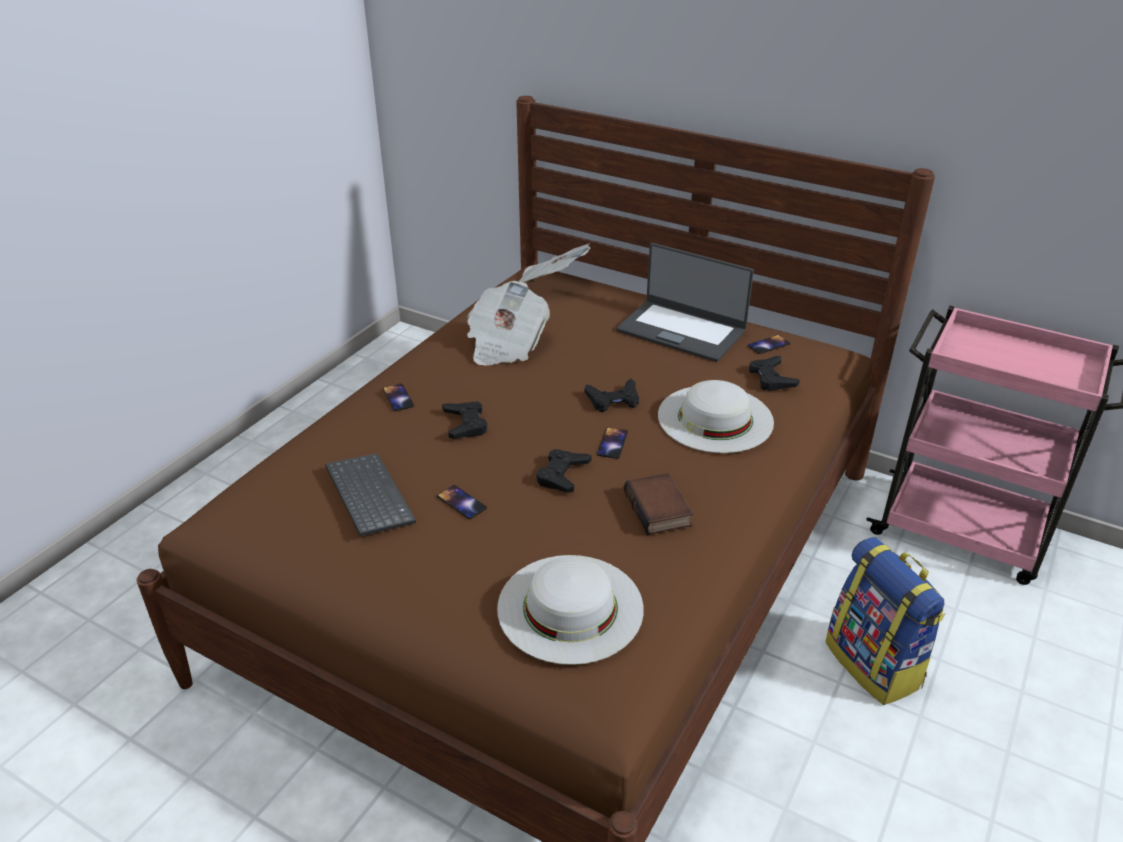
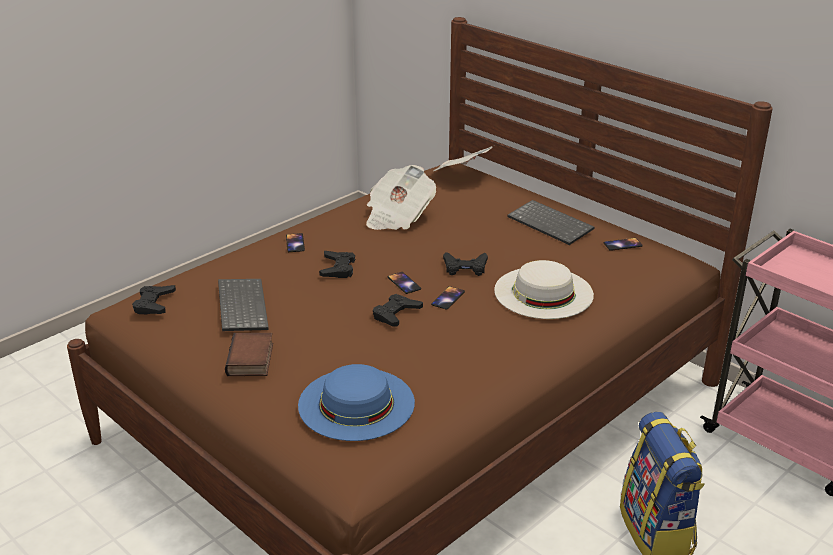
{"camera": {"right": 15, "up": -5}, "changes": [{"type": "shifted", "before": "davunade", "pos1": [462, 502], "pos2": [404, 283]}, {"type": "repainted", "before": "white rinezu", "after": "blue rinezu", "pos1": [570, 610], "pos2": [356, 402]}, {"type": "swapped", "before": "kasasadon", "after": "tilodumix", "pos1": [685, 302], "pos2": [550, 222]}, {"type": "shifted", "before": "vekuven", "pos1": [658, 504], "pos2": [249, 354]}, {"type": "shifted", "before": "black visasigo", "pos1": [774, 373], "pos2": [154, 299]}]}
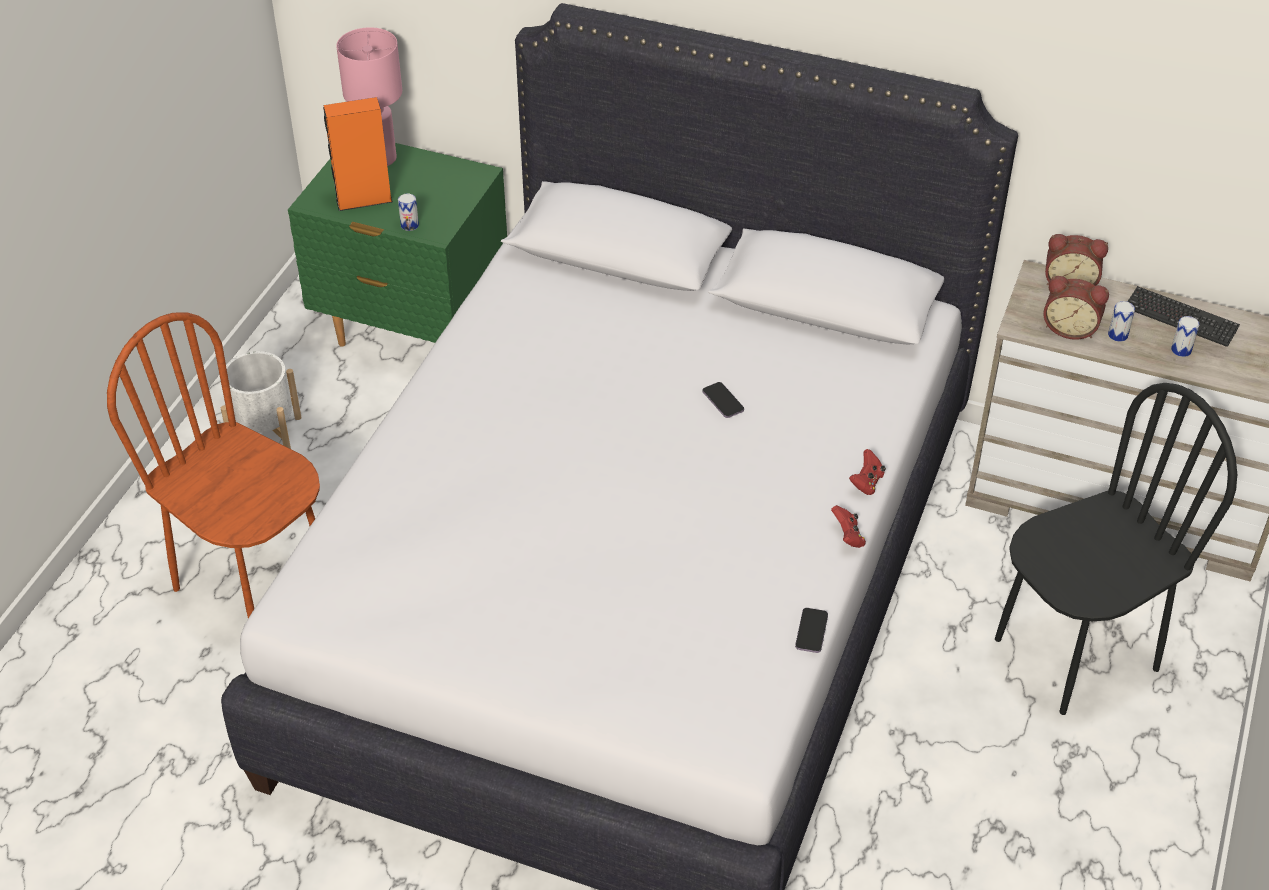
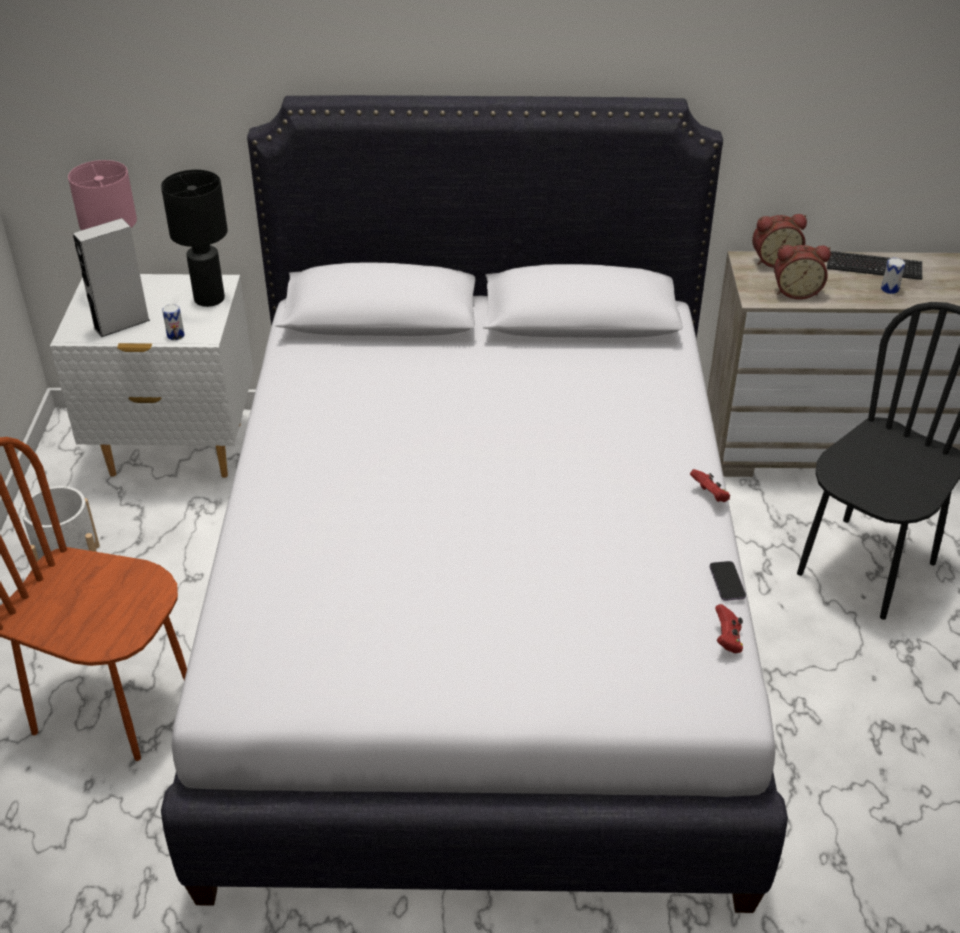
{"camera": {"right": -20, "up": -5}, "changes": [{"type": "repainted", "before": "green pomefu", "after": "white pomefu", "pos1": [397, 244], "pos2": [151, 376]}, {"type": "repainted", "before": "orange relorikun", "after": "grey relorikun", "pos1": [358, 154], "pos2": [111, 277]}, {"type": "gone", "before": "davunade", "pos1": [723, 400]}, {"type": "shifted", "before": "red visasigo", "pos1": [867, 472], "pos2": [729, 628]}, {"type": "gone", "before": "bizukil", "pos1": [1121, 321]}, {"type": "new", "after": "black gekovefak", "pos2": [194, 238]}]}
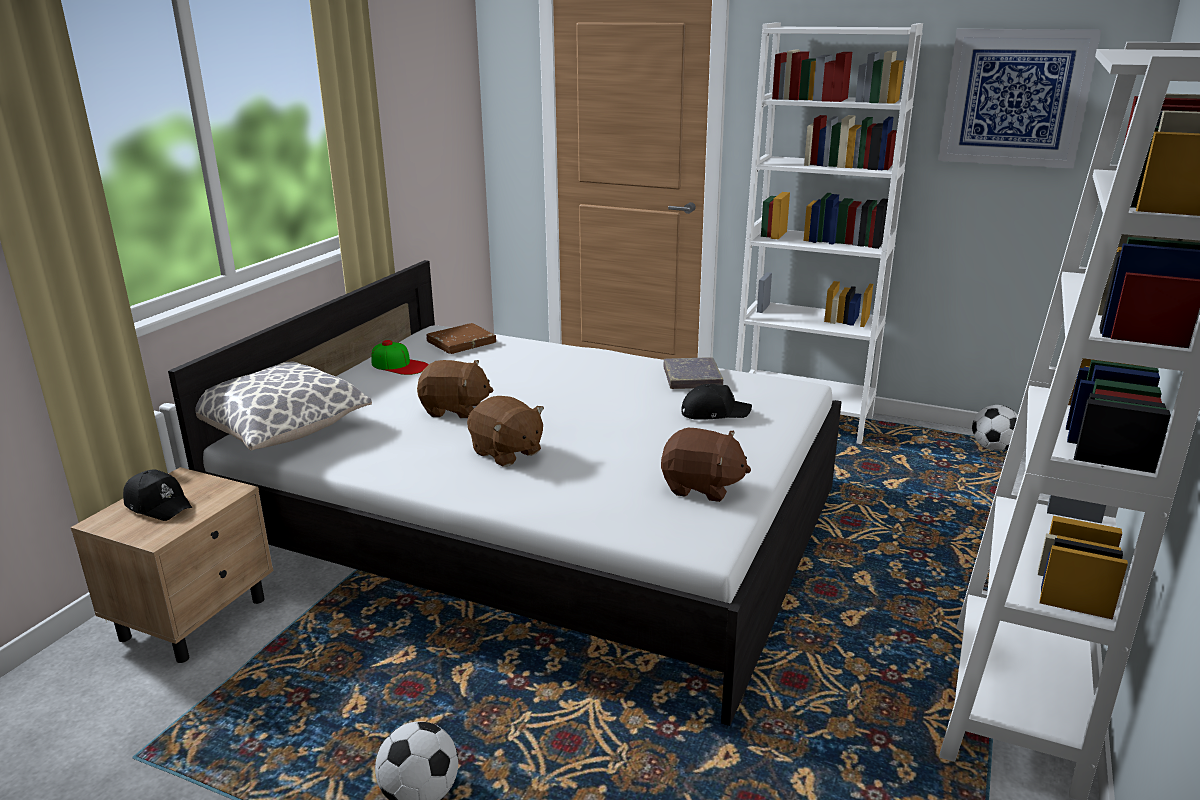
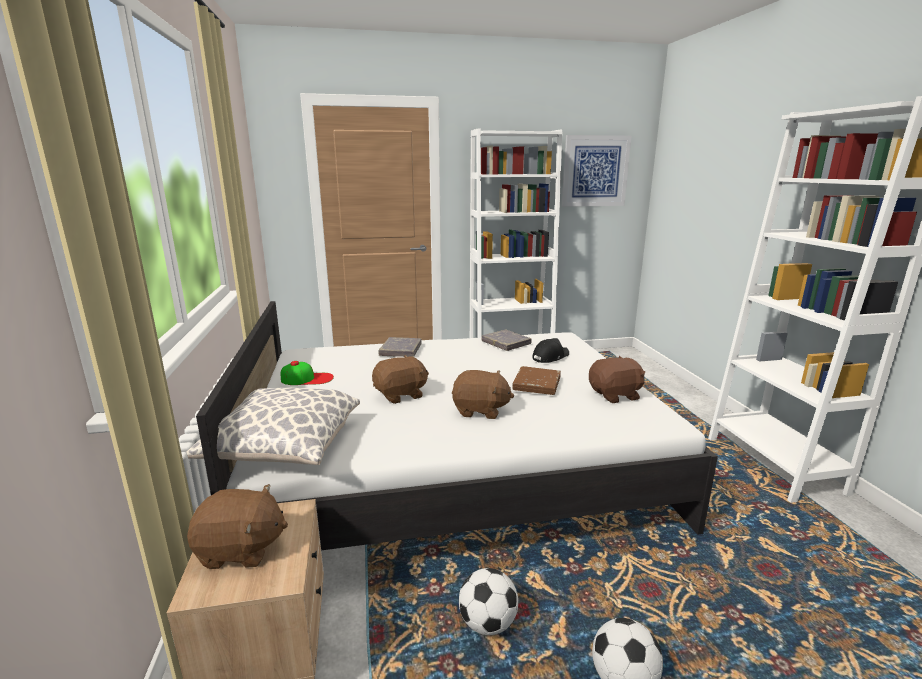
{"camera": {"right": -35, "up": -5}, "changes": [{"type": "swapped", "before": "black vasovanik", "after": "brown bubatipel", "pos1": [157, 495], "pos2": [237, 526]}, {"type": "shifted", "before": "brown vekuven", "pos1": [461, 338], "pos2": [536, 380]}, {"type": "shifted", "before": "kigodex", "pos1": [995, 428], "pos2": [488, 601]}, {"type": "new", "after": "grey vekuven", "pos2": [400, 347]}]}
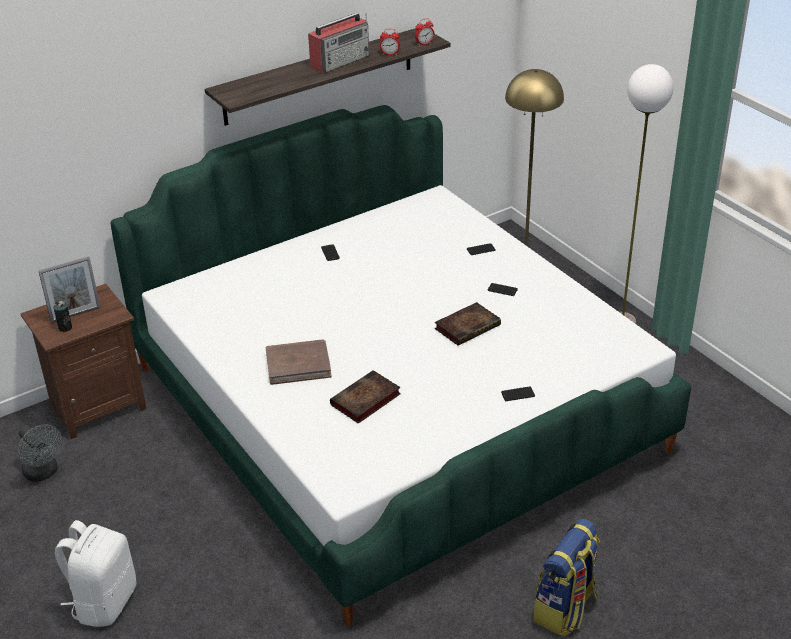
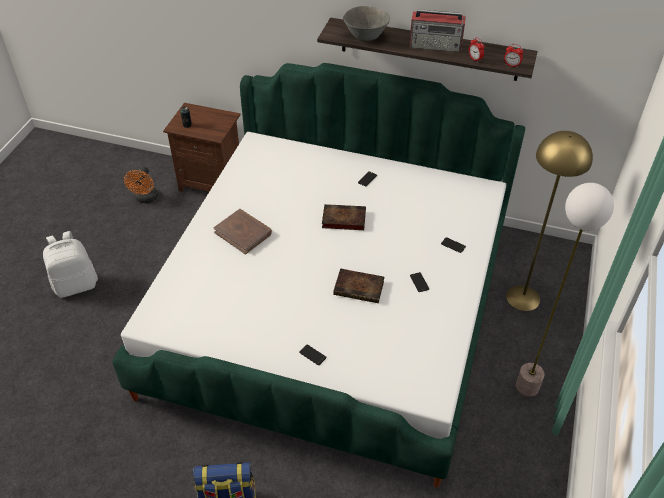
{"camera": {"right": 50, "up": 10}, "changes": [{"type": "repainted", "before": "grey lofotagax", "after": "orange lofotagax", "pos1": [40, 453], "pos2": [141, 184]}, {"type": "gone", "before": "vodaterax", "pos1": [69, 289]}, {"type": "shifted", "before": "vekuven", "pos1": [365, 397], "pos2": [344, 217]}, {"type": "new", "after": "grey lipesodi", "pos2": [366, 23]}]}
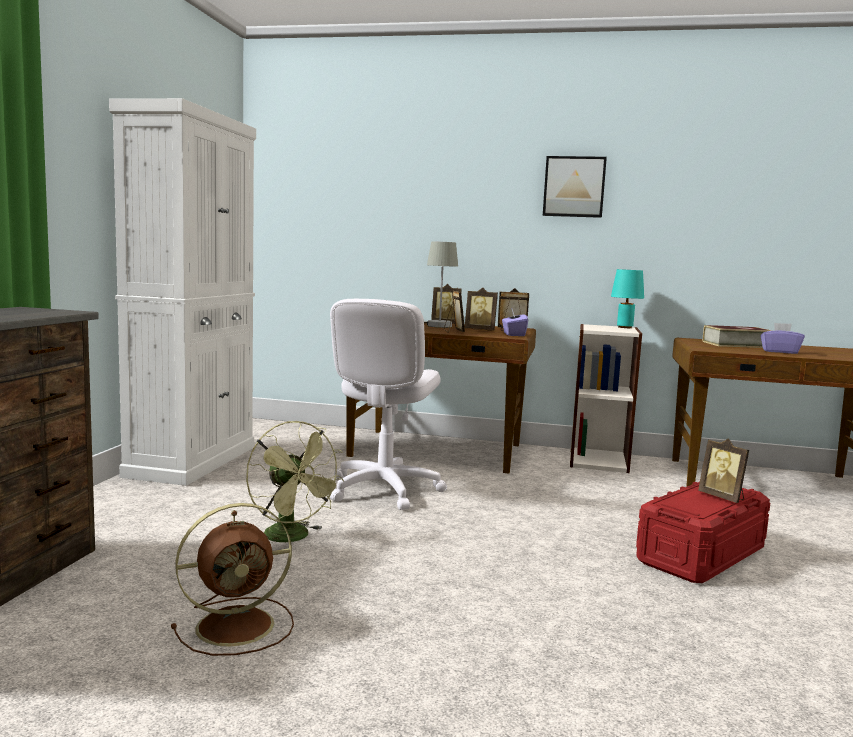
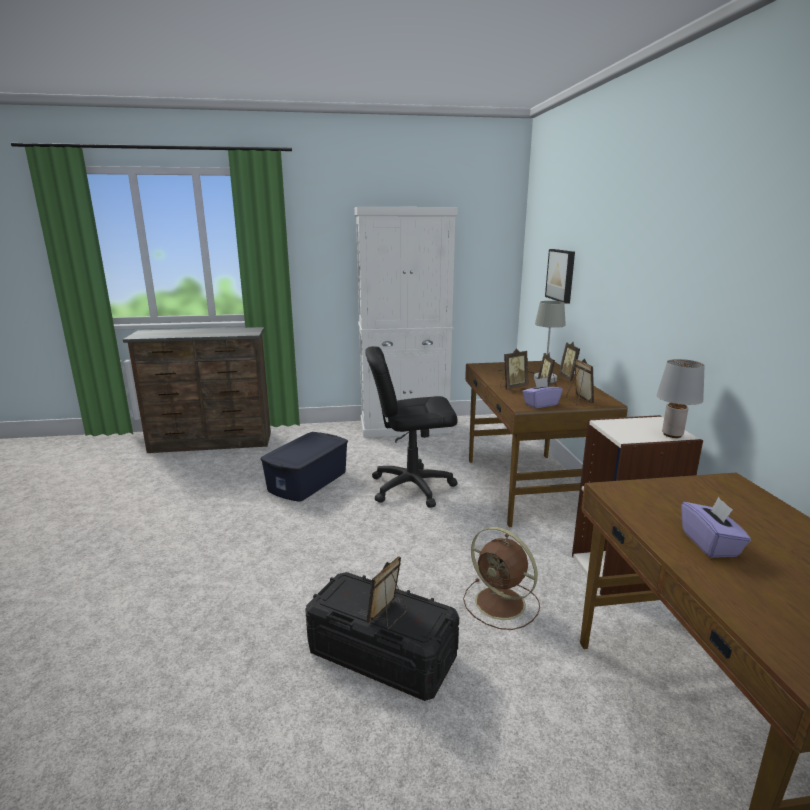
{"camera": {"right": 70, "up": 10}, "changes": [{"type": "shifted", "before": "brown lofotagax", "pos1": [232, 579], "pos2": [501, 578]}, {"type": "swapped", "before": "green lofotagax", "after": "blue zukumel", "pos1": [295, 482], "pos2": [304, 467]}, {"type": "repainted", "before": "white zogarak", "after": "black zogarak", "pos1": [388, 404], "pos2": [411, 427]}, {"type": "shifted", "before": "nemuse", "pos1": [575, 187], "pos2": [560, 276]}, {"type": "repainted", "before": "turquoise gekovefak", "after": "grey gekovefak", "pos1": [627, 298], "pos2": [680, 398]}, {"type": "repainted", "before": "red zukumel", "after": "black zukumel", "pos1": [703, 532], "pos2": [382, 636]}, {"type": "gone", "before": "vekuven", "pos1": [737, 336]}]}
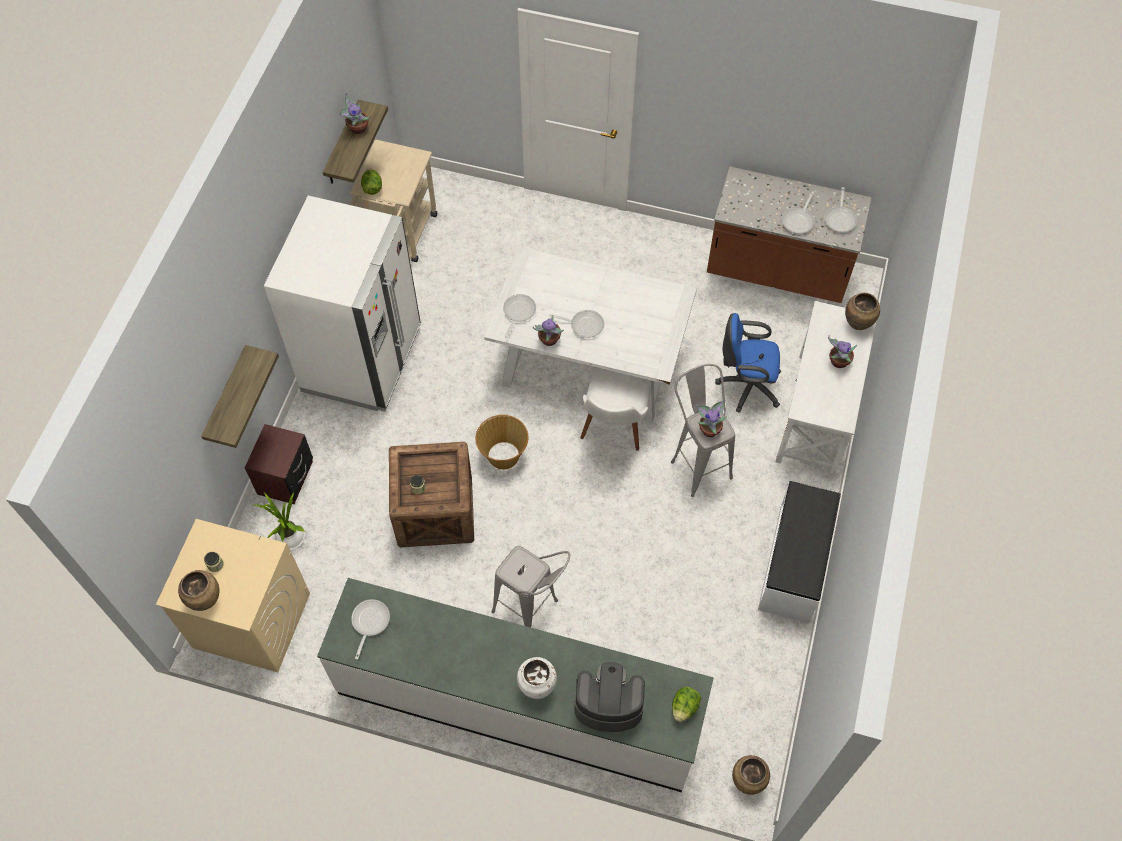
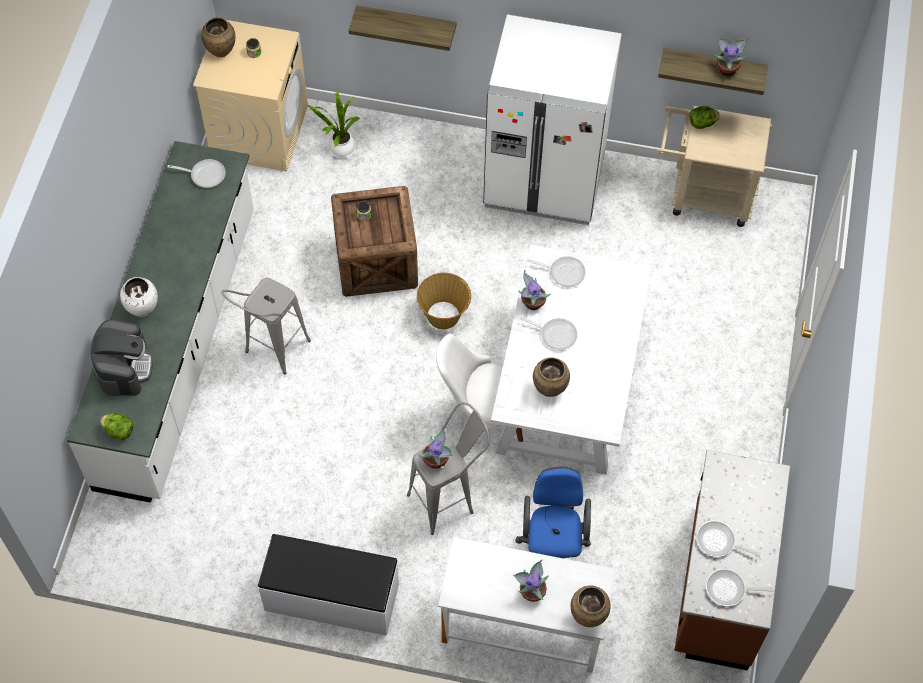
{"camera": {"right": 85, "up": 0}, "changes": [{"type": "gone", "before": "brown pomefu", "pos1": [279, 464]}, {"type": "rotated", "before": "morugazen", "pos1": [576, 324], "pos2": [548, 333], "turn": -75}, {"type": "shifted", "before": "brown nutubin", "pos1": [751, 775], "pos2": [551, 377]}]}
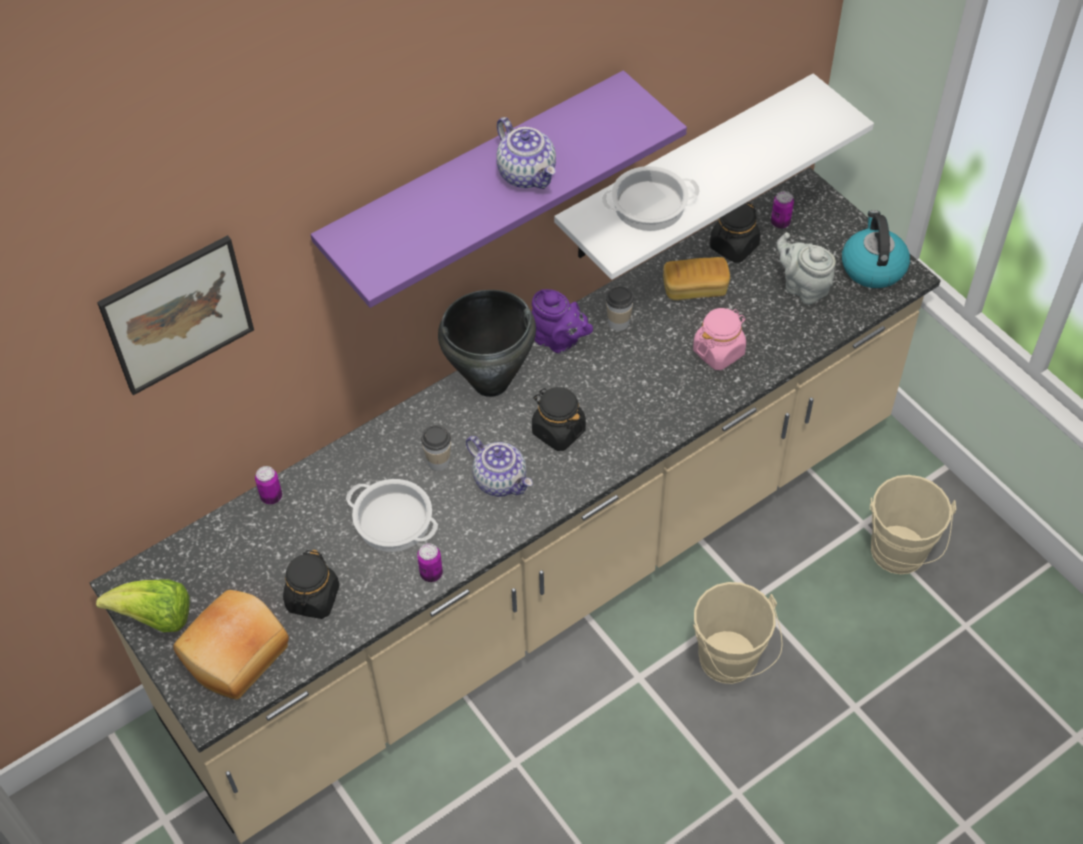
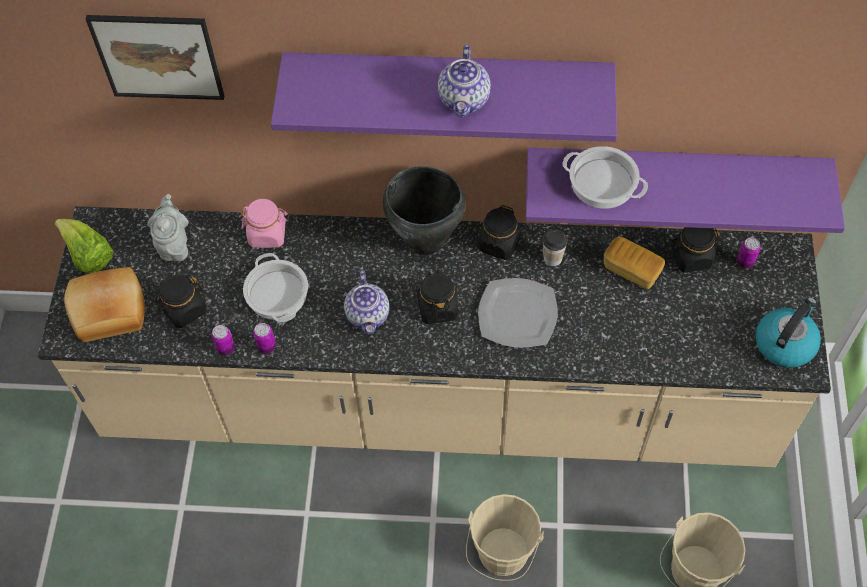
{"camera": {"right": 40, "up": 5}, "changes": [{"type": "shifted", "before": "bizukil", "pos1": [268, 485], "pos2": [223, 340]}, {"type": "gone", "before": "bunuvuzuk", "pos1": [436, 448]}, {"type": "swapped", "before": "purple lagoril", "after": "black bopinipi", "pos1": [562, 321], "pos2": [499, 232]}, {"type": "repainted", "before": "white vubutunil", "after": "purple vubutunil", "pos1": [714, 176], "pos2": [685, 190]}, {"type": "shifted", "before": "pink bopinipi", "pos1": [719, 339], "pos2": [264, 223]}, {"type": "shifted", "before": "grey lagoril", "pos1": [806, 268], "pos2": [168, 227]}, {"type": "new", "after": "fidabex", "pos2": [518, 313]}]}
